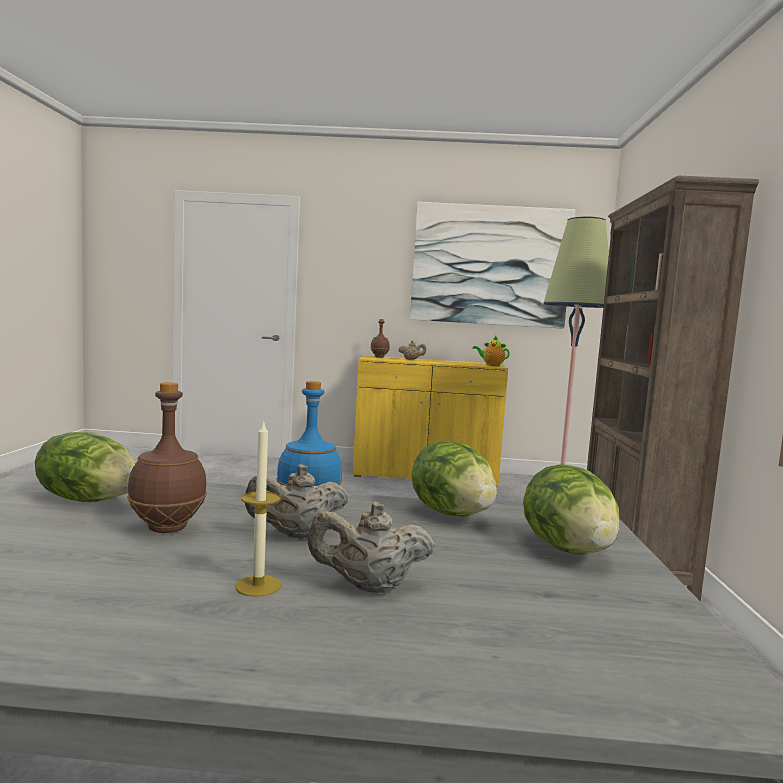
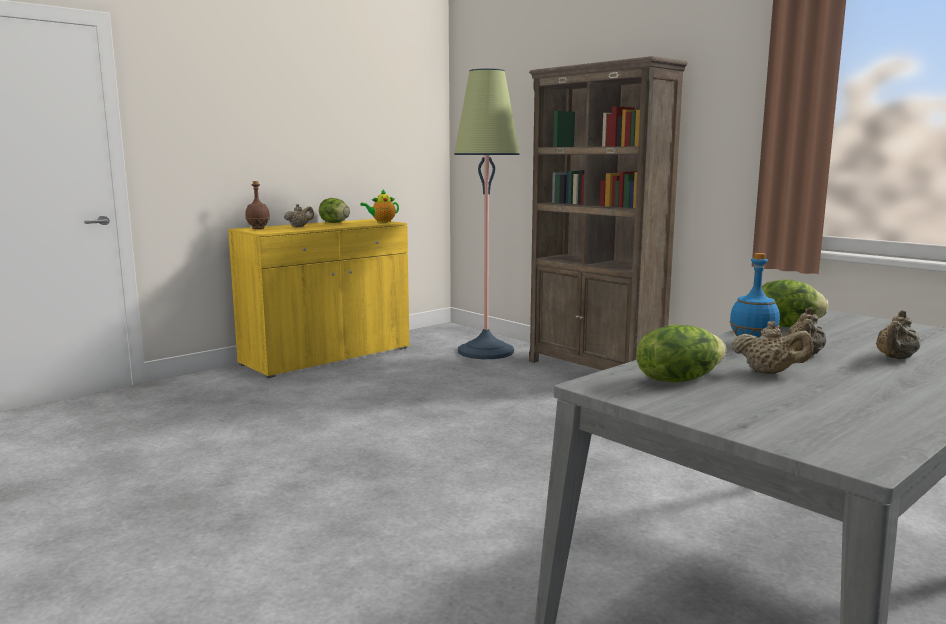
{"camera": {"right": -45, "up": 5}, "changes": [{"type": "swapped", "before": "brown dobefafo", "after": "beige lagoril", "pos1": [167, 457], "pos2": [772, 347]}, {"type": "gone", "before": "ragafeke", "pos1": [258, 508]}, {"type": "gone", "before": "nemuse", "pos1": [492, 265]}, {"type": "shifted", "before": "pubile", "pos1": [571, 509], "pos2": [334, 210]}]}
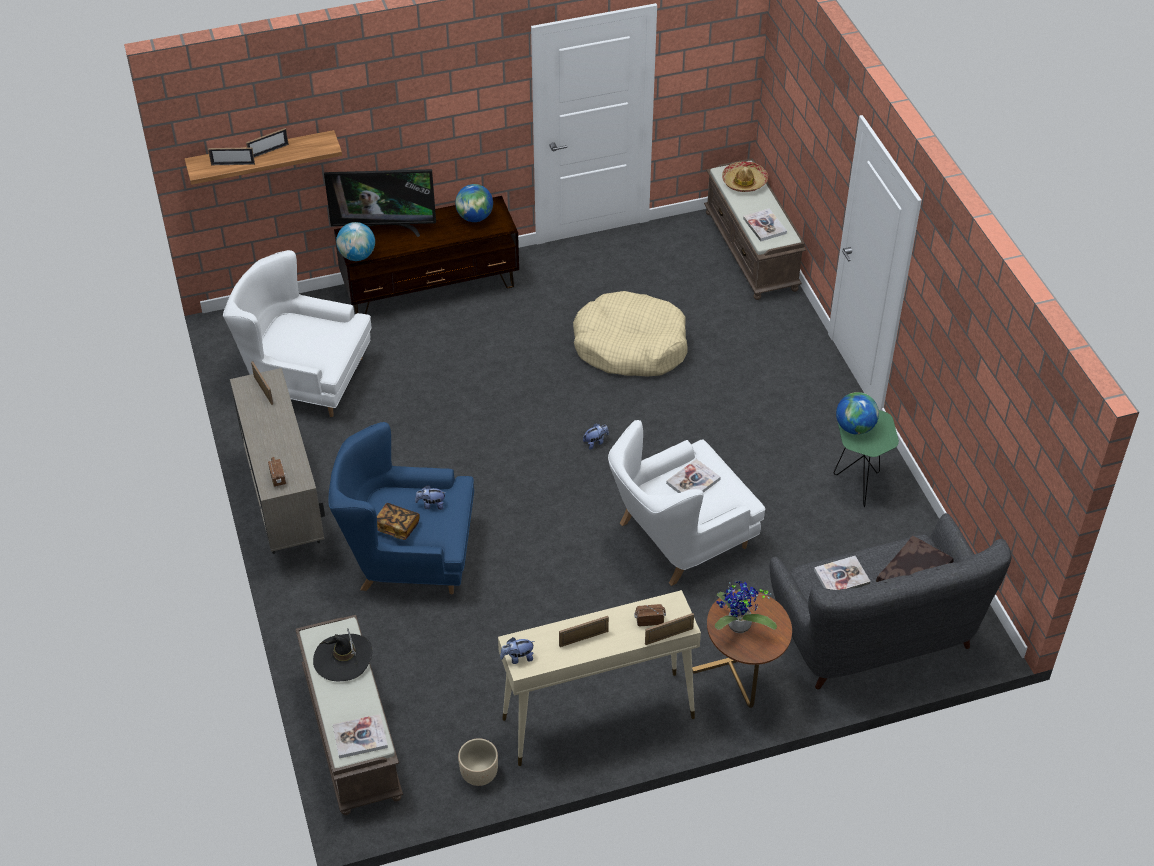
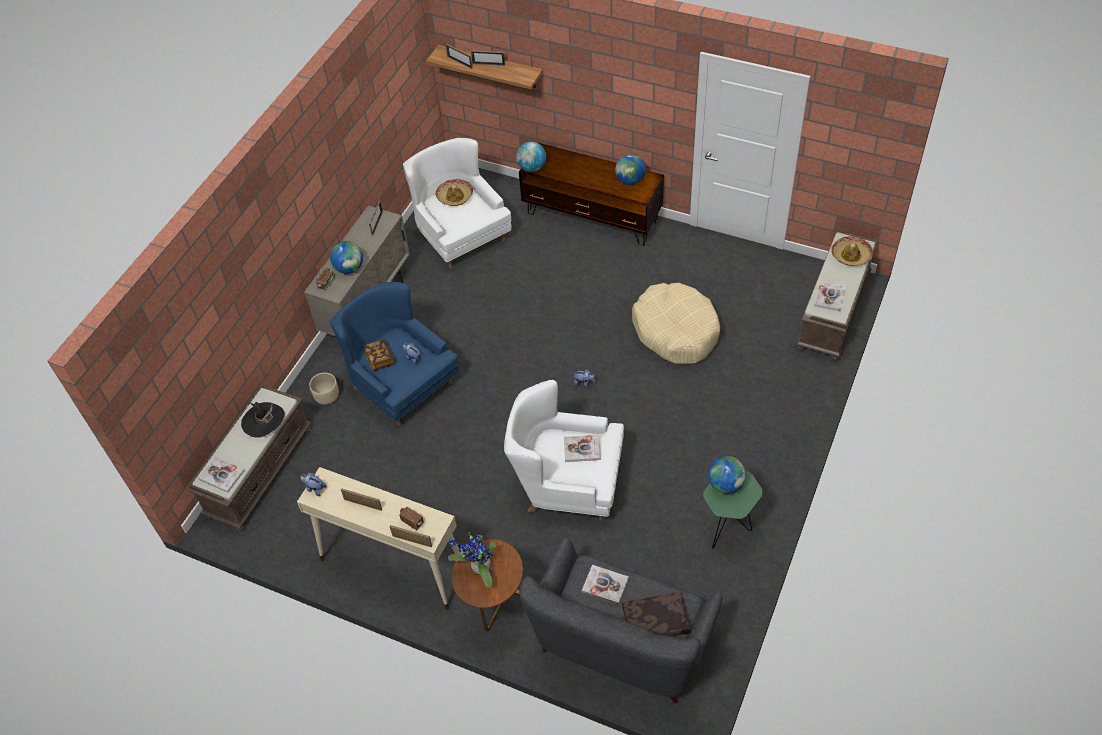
{"camera": {"right": 45, "up": 5}, "changes": [{"type": "gone", "before": "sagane", "pos1": [380, 203]}, {"type": "shifted", "before": "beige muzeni", "pos1": [478, 762], "pos2": [324, 388]}, {"type": "new", "after": "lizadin", "pos2": [346, 257]}, {"type": "new", "after": "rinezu", "pos2": [454, 192]}]}
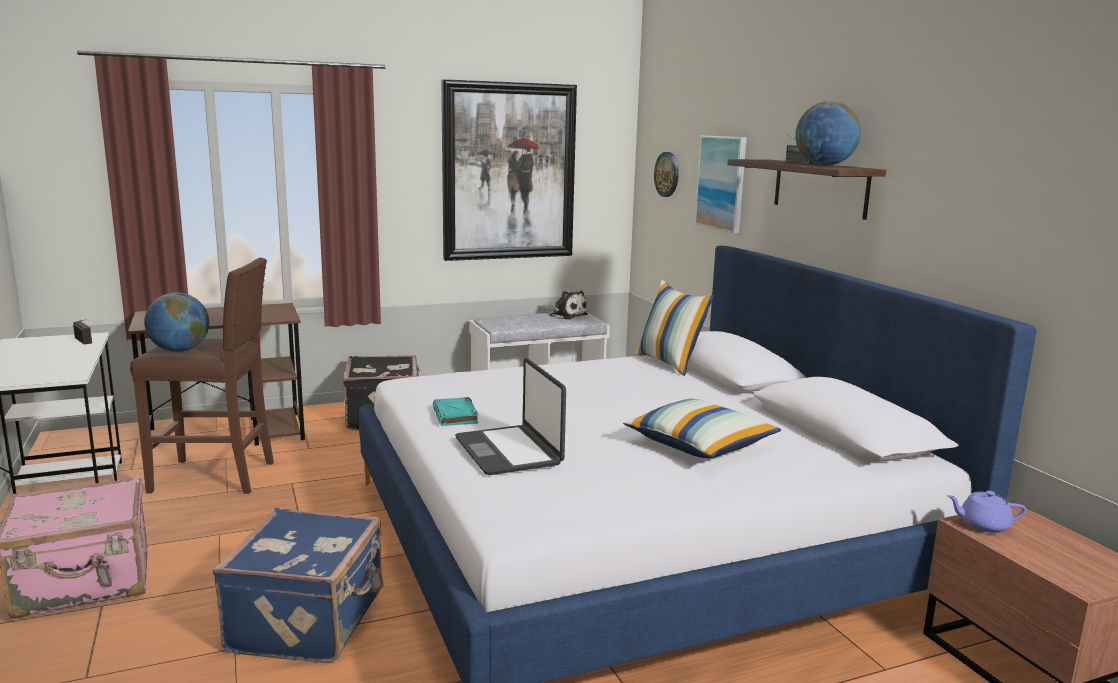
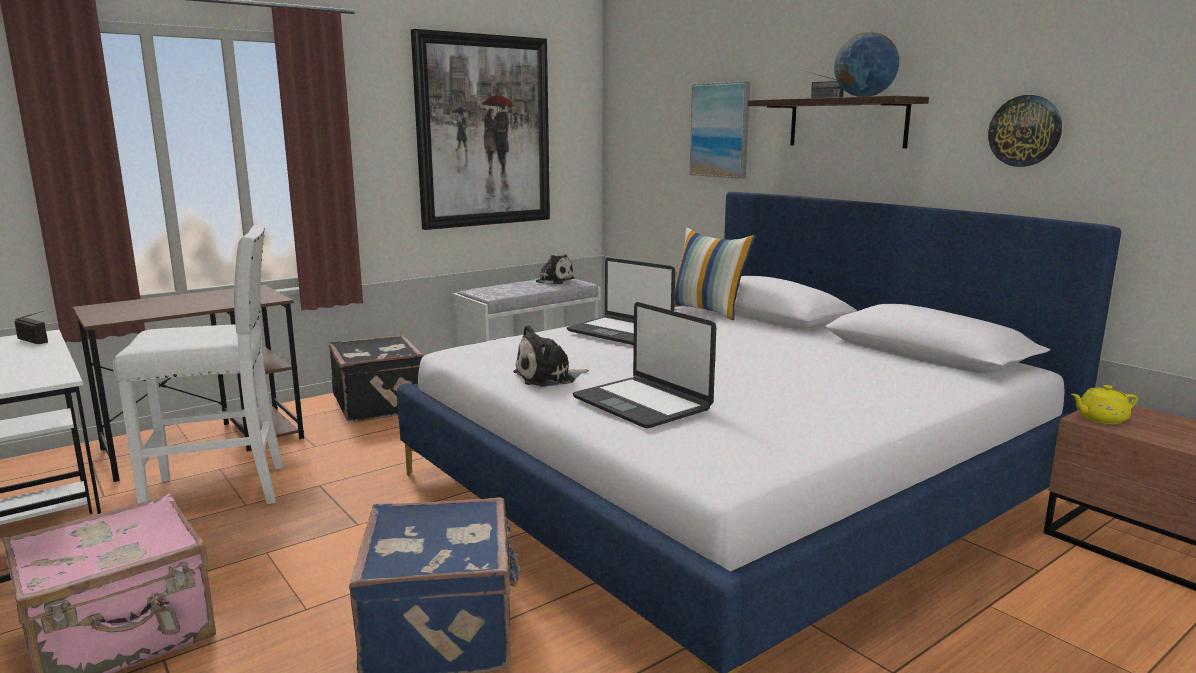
{"camera": {"right": -15, "up": 0}, "changes": [{"type": "repainted", "before": "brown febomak", "after": "white febomak", "pos1": [202, 376], "pos2": [198, 364]}, {"type": "gone", "before": "lizadin", "pos1": [176, 322]}, {"type": "swapped", "before": "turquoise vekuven", "after": "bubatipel", "pos1": [455, 411], "pos2": [551, 356]}, {"type": "gone", "before": "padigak", "pos1": [702, 428]}, {"type": "shifted", "before": "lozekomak", "pos1": [666, 174], "pos2": [1025, 131]}, {"type": "repainted", "before": "purple lagoril", "after": "yellow lagoril", "pos1": [986, 512], "pos2": [1104, 404]}, {"type": "new", "after": "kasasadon", "pos2": [621, 301]}]}
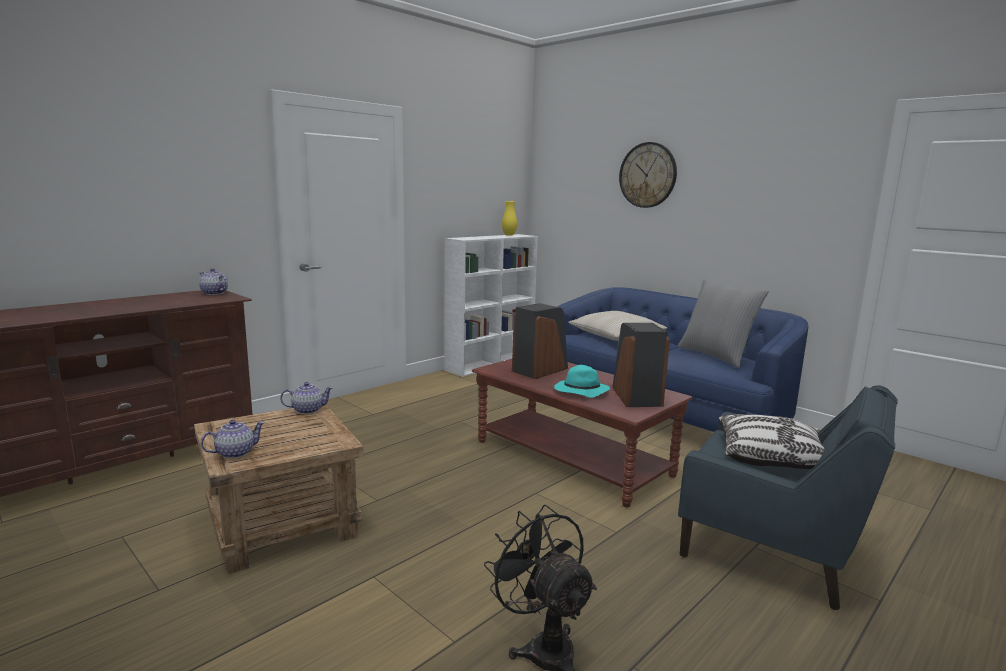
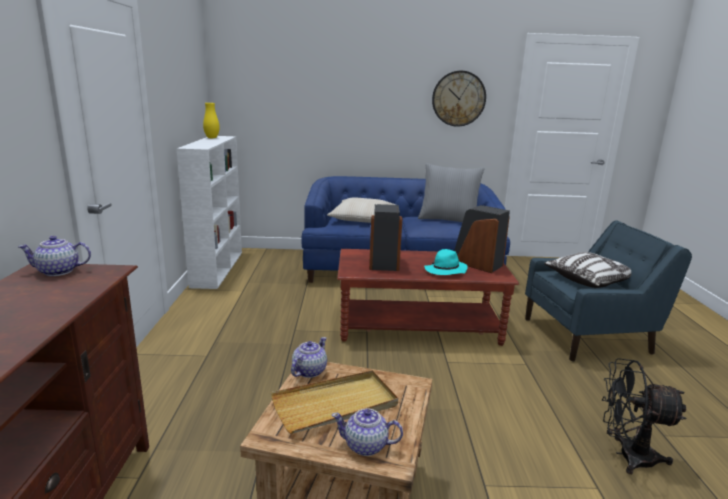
{"camera": {"right": -45, "up": 5}, "changes": [{"type": "rotated", "before": "lagoril", "pos1": [233, 439], "pos2": [367, 432], "turn": -90}, {"type": "shifted", "before": "lozekomak", "pos1": [648, 175], "pos2": [459, 99]}, {"type": "new", "after": "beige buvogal", "pos2": [334, 402]}]}
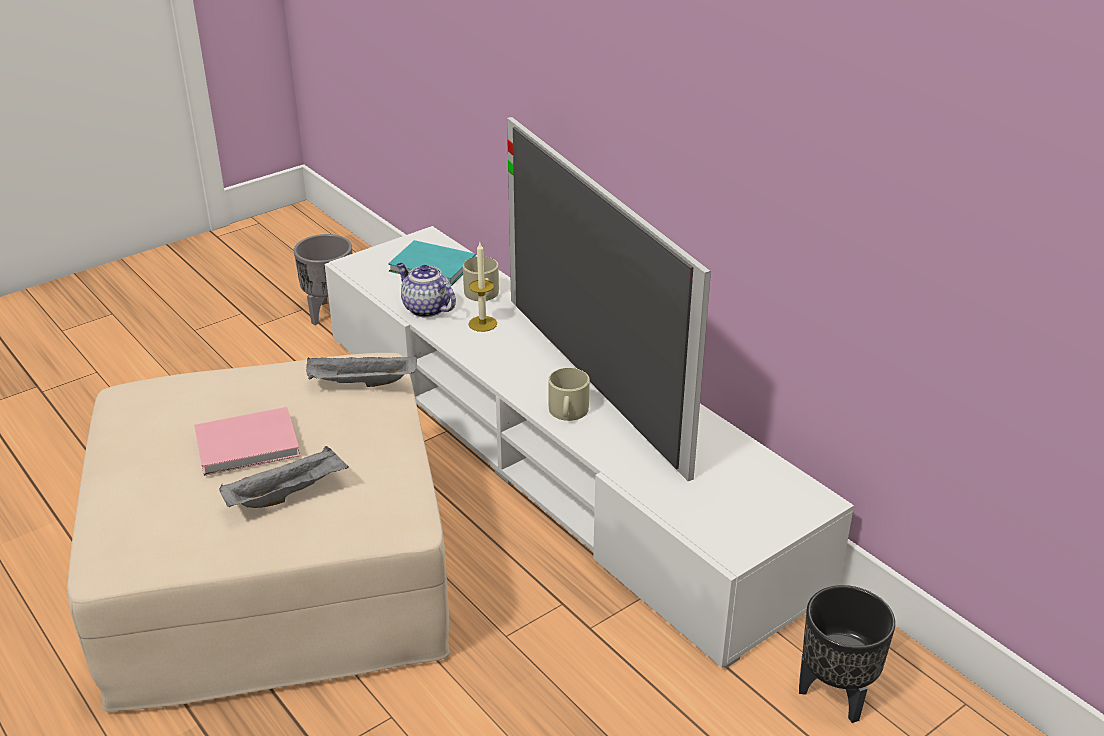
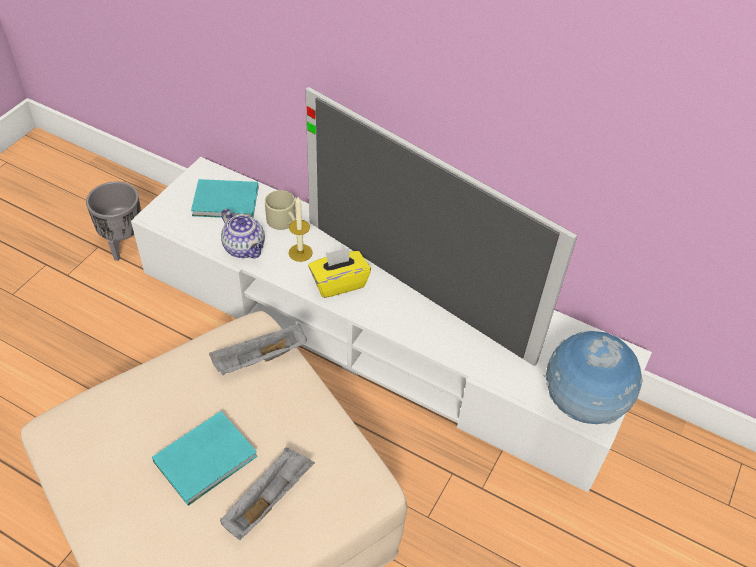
{"camera": {"right": -25, "up": 15}, "changes": [{"type": "repainted", "before": "pink vekuven", "after": "turquoise vekuven", "pos1": [247, 441], "pos2": [205, 458]}, {"type": "rotated", "before": "lagoril", "pos1": [426, 290], "pos2": [243, 233], "turn": -150}, {"type": "gone", "before": "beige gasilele", "pos1": [569, 394]}, {"type": "gone", "before": "black muzeni", "pos1": [847, 654]}, {"type": "new", "after": "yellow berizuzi", "pos2": [339, 273]}, {"type": "new", "after": "lizadin", "pos2": [593, 377]}]}
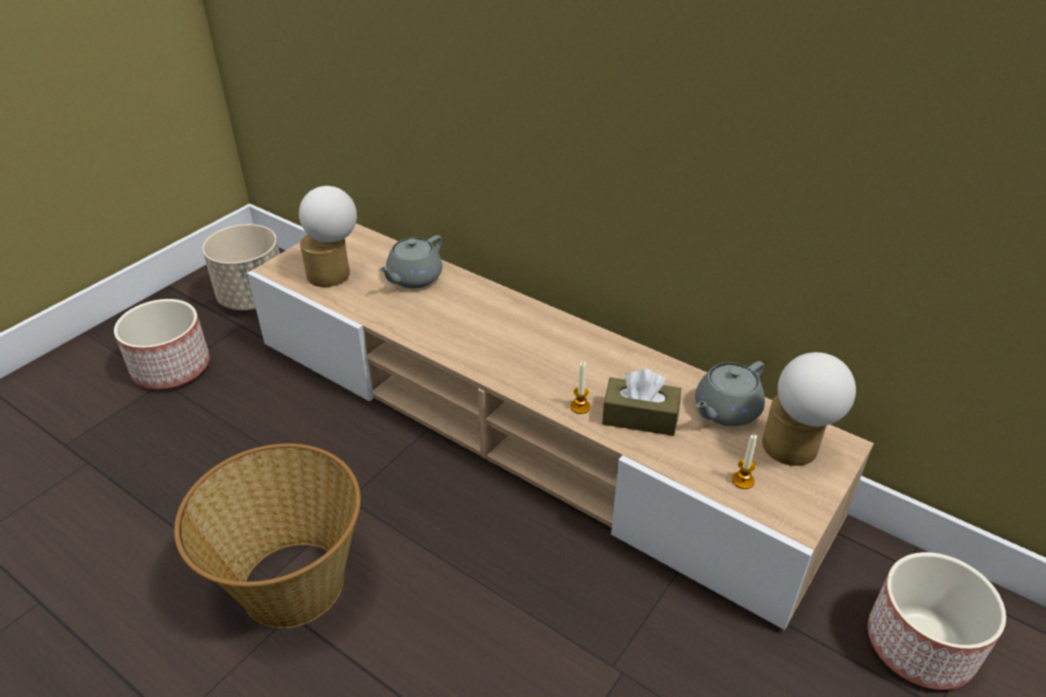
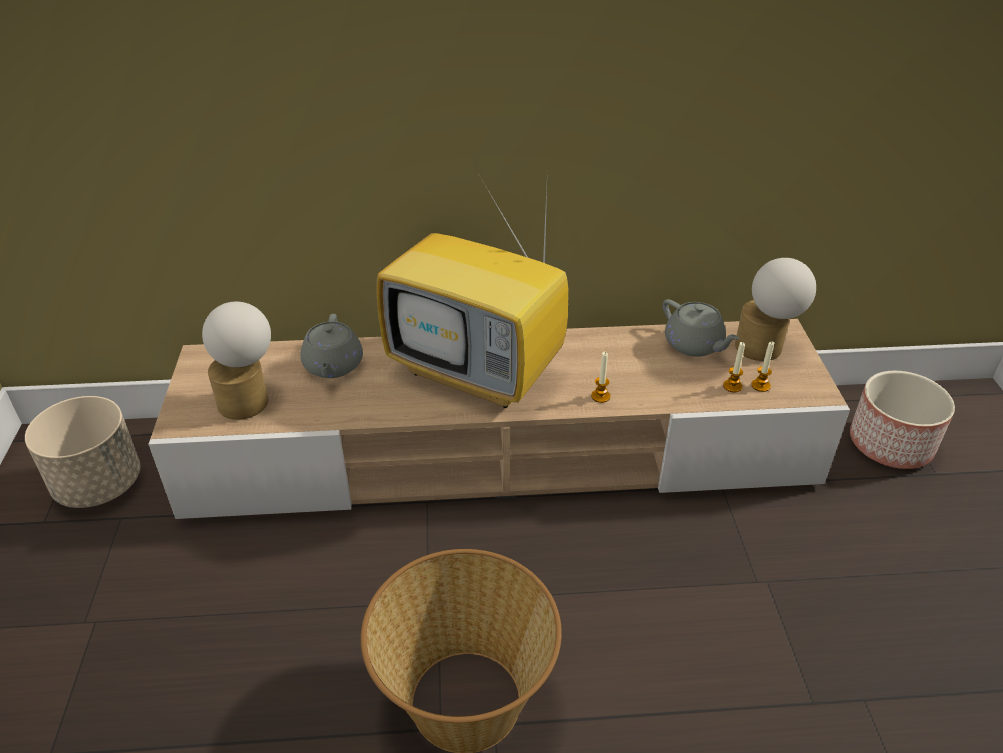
{"camera": {"right": -40, "up": 0}, "changes": [{"type": "gone", "before": "muzeni", "pos1": [162, 344]}, {"type": "gone", "before": "brown berizuzi", "pos1": [641, 402]}, {"type": "rotated", "before": "grey lagoril", "pos1": [730, 393], "pos2": [701, 328], "turn": -45}, {"type": "new", "after": "sagane", "pos2": [472, 291]}, {"type": "new", "after": "ragafeke", "pos2": [734, 367]}]}
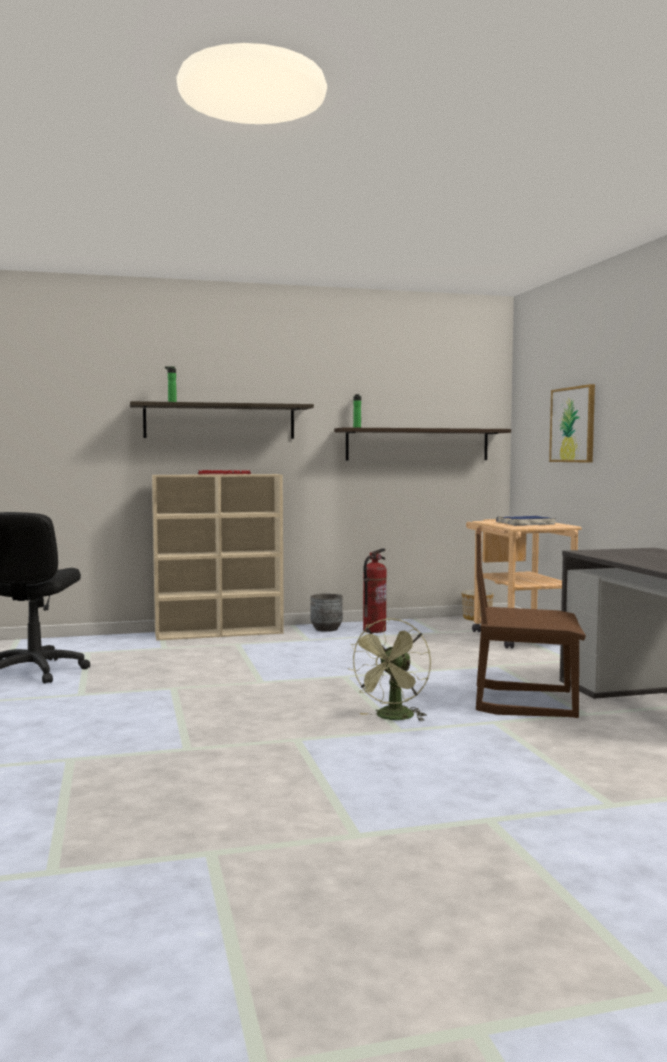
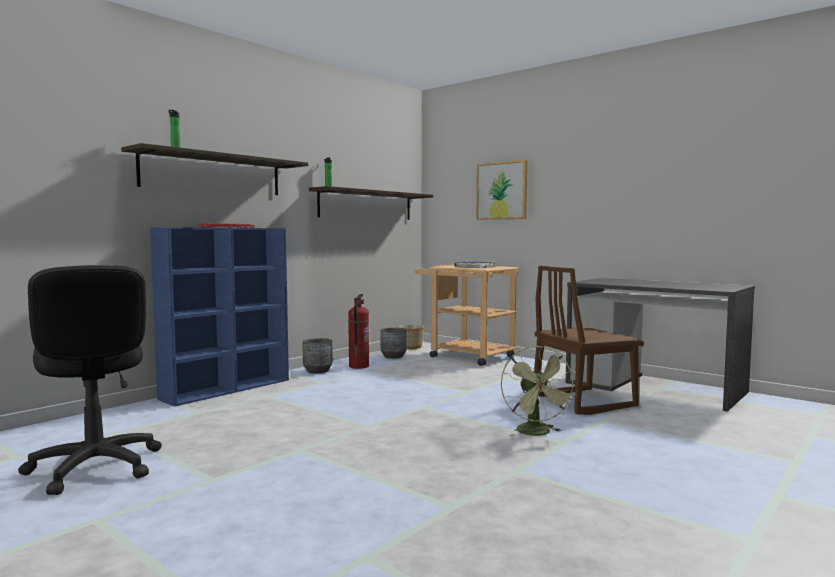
{"camera": {"right": -35, "up": 0}, "changes": [{"type": "repainted", "before": "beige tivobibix", "after": "blue tivobibix", "pos1": [218, 557], "pos2": [219, 317]}, {"type": "new", "after": "grey muzeni", "pos2": [393, 343]}]}
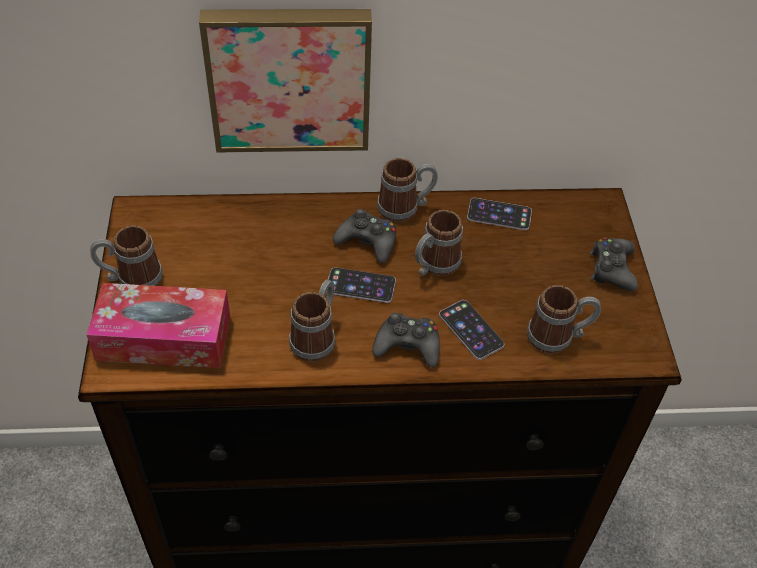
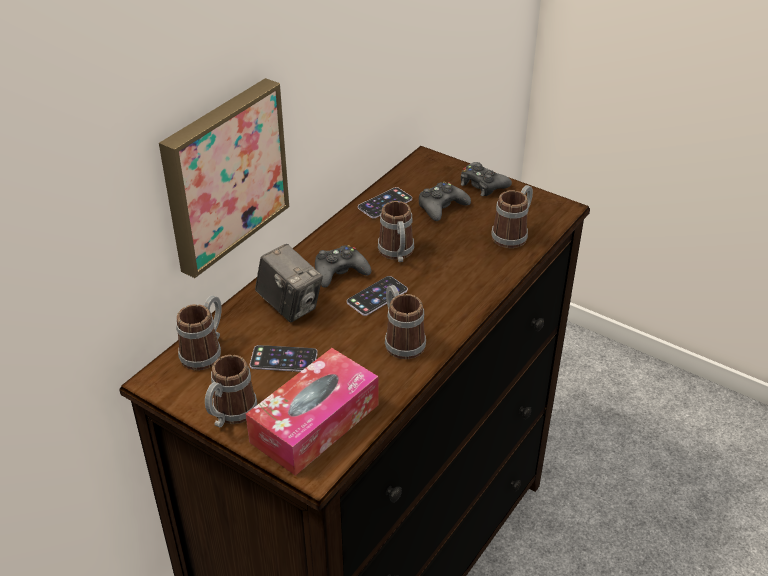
{"camera": {"right": -50, "up": -10}, "changes": [{"type": "shifted", "before": "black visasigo", "pos1": [406, 340], "pos2": [445, 201]}, {"type": "shifted", "before": "gasilele", "pos1": [407, 190], "pos2": [199, 332]}, {"type": "shifted", "before": "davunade", "pos1": [471, 330], "pos2": [284, 358]}, {"type": "new", "after": "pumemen", "pos2": [289, 283]}]}
